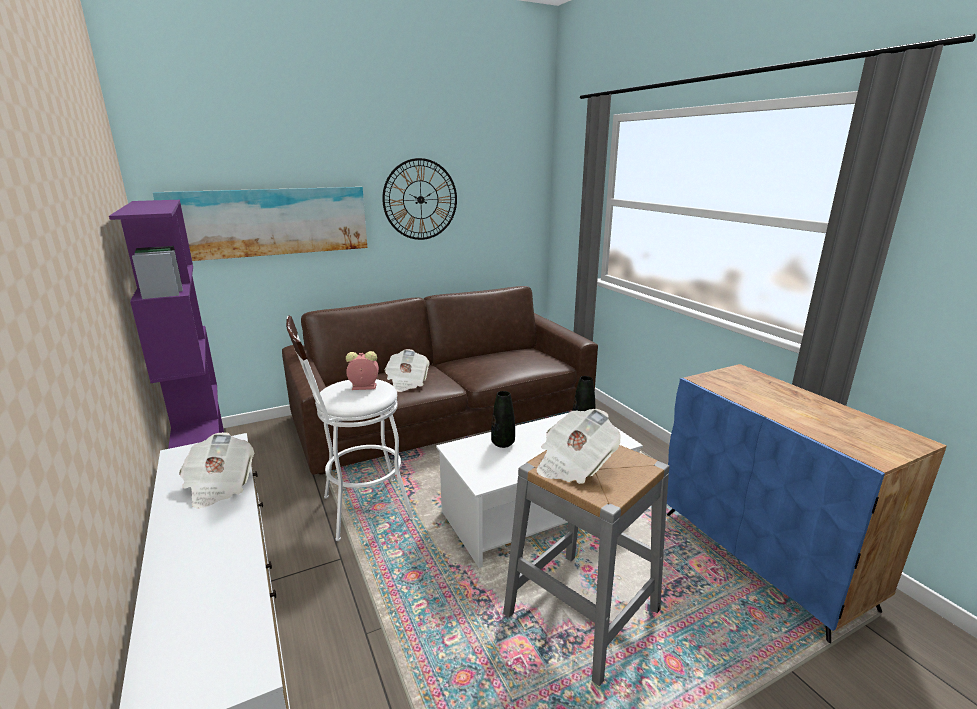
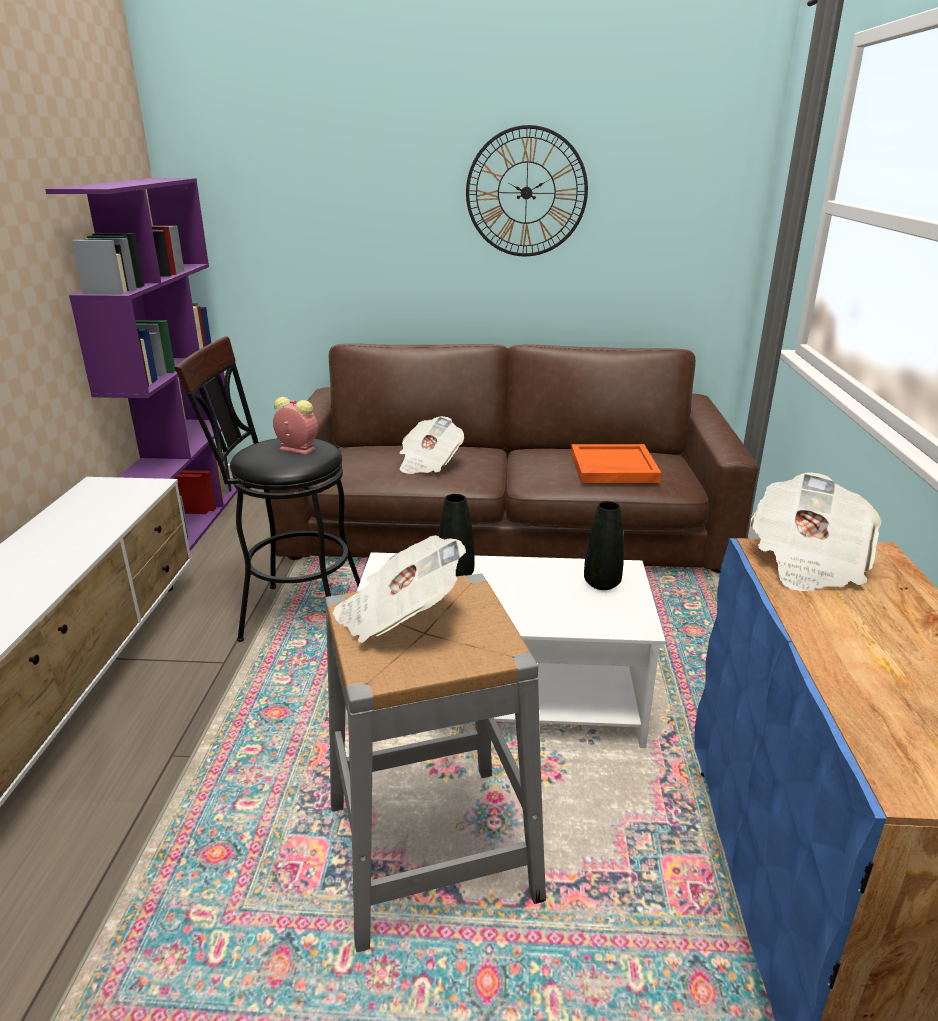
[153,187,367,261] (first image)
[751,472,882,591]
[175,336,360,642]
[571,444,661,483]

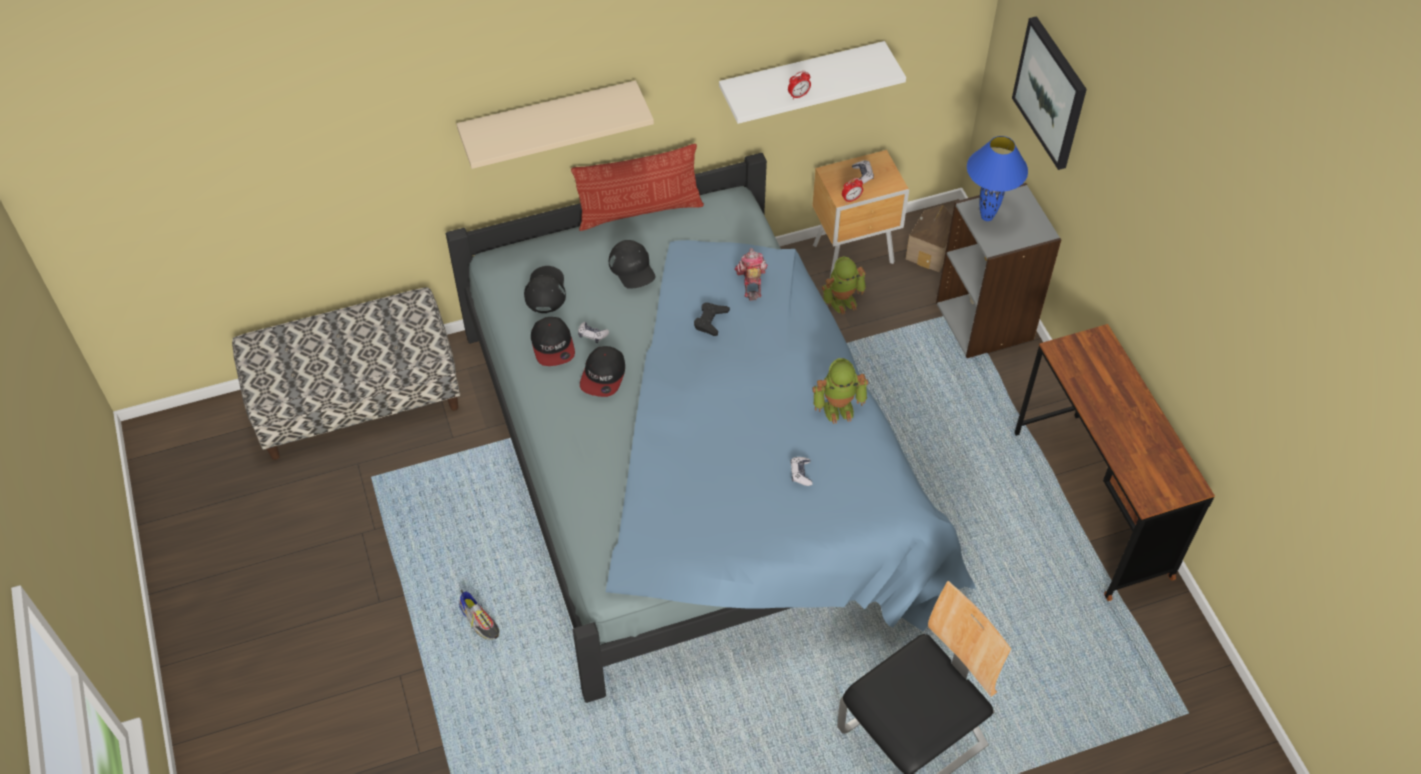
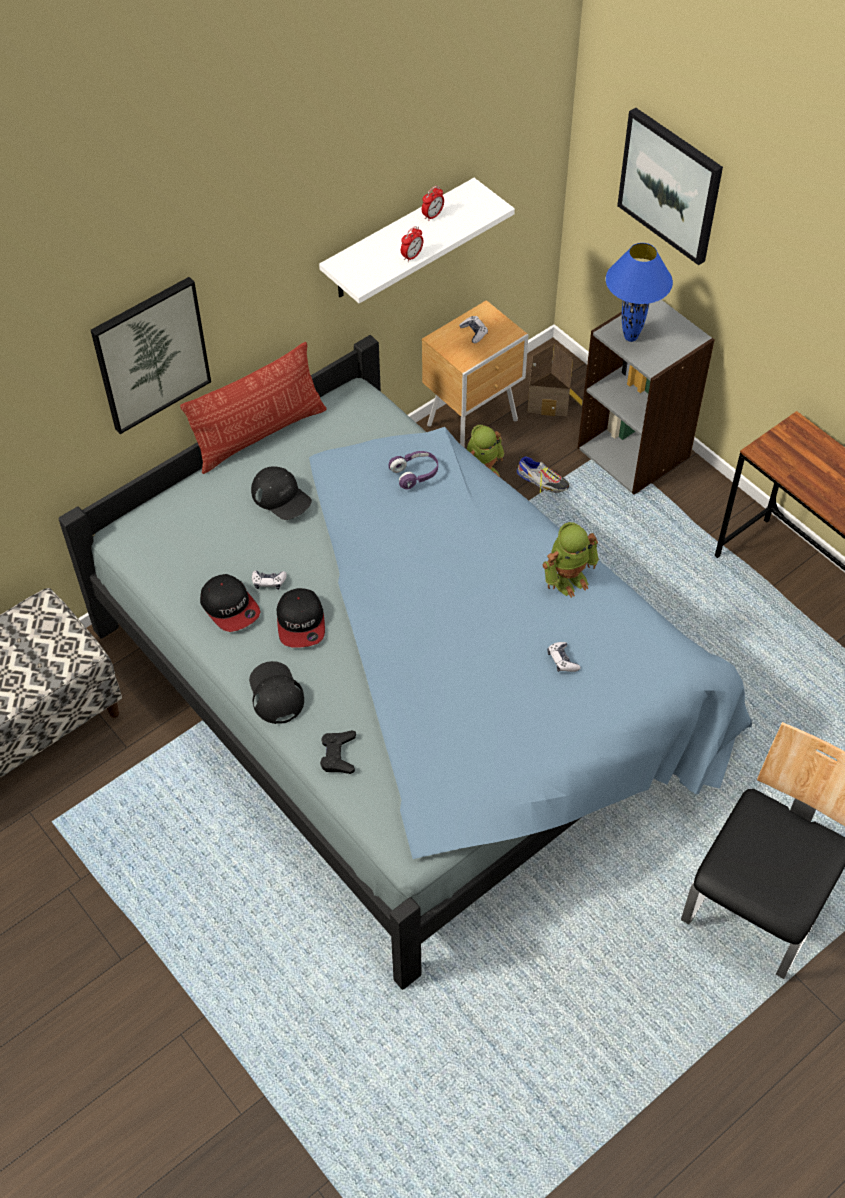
[91,277,211,434]
[517,456,569,493]
[249,661,304,724]
[320,730,356,774]
[389,451,438,489]
[422,186,444,221]

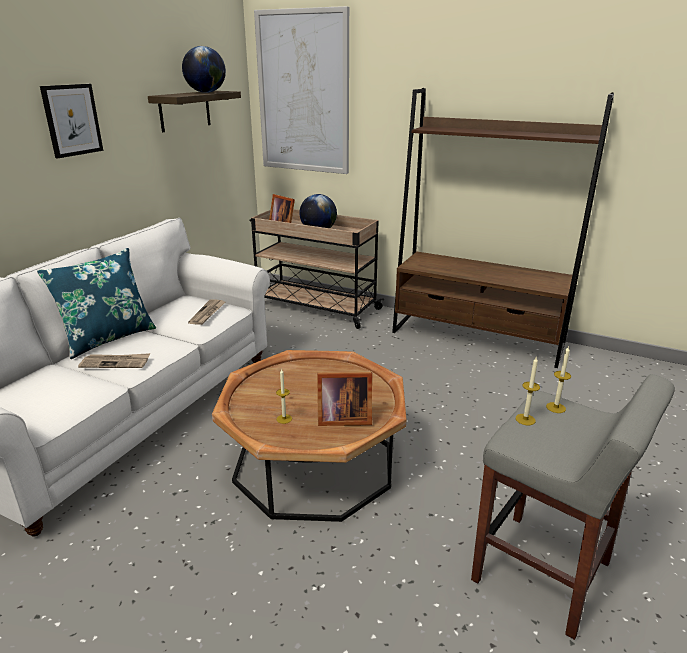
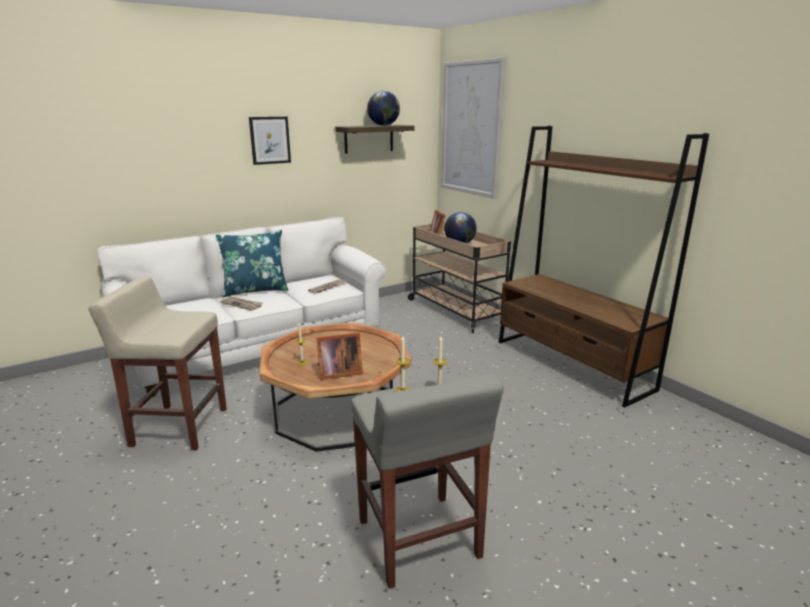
[316,332,363,380]
[88,277,227,450]

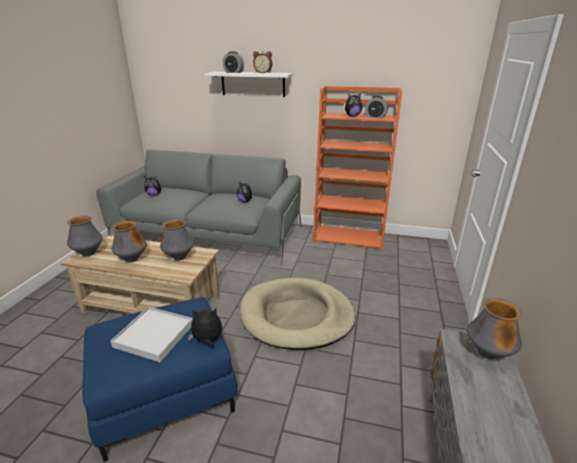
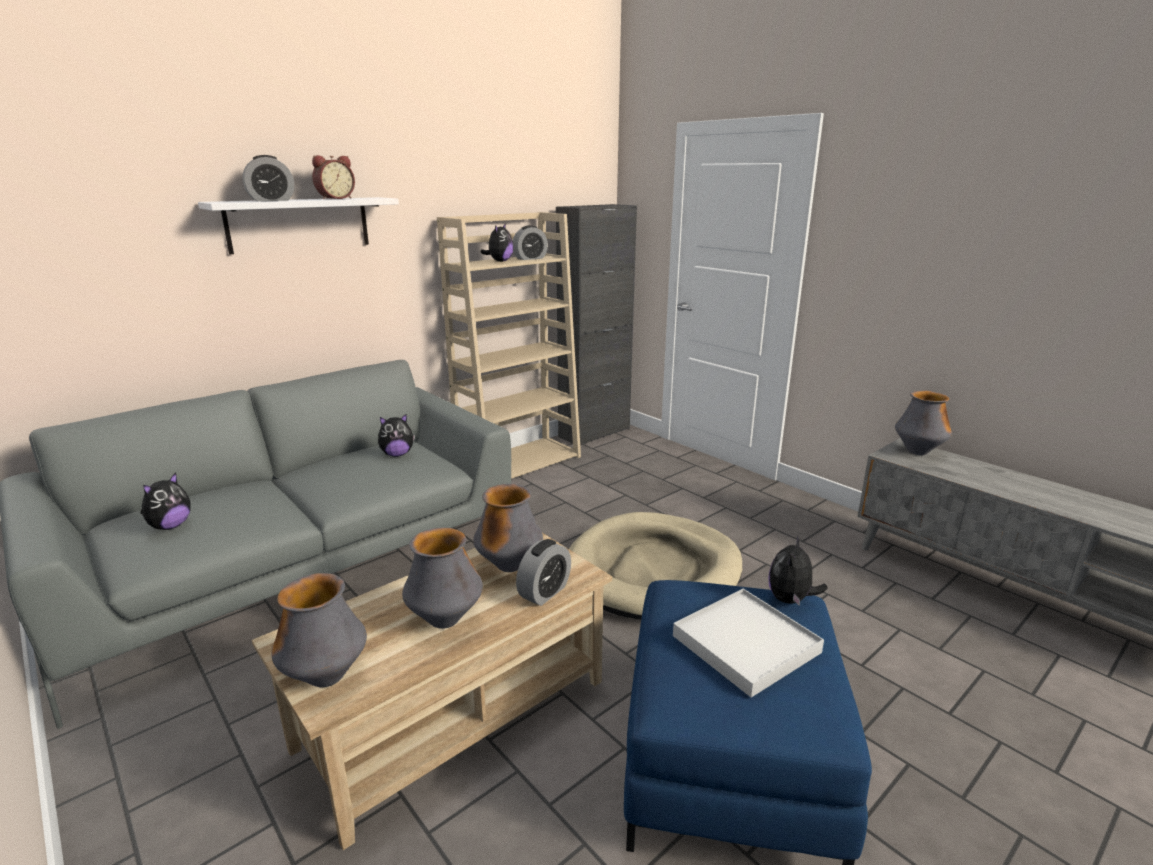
[437,212,581,479]
[516,539,571,606]
[556,204,637,445]

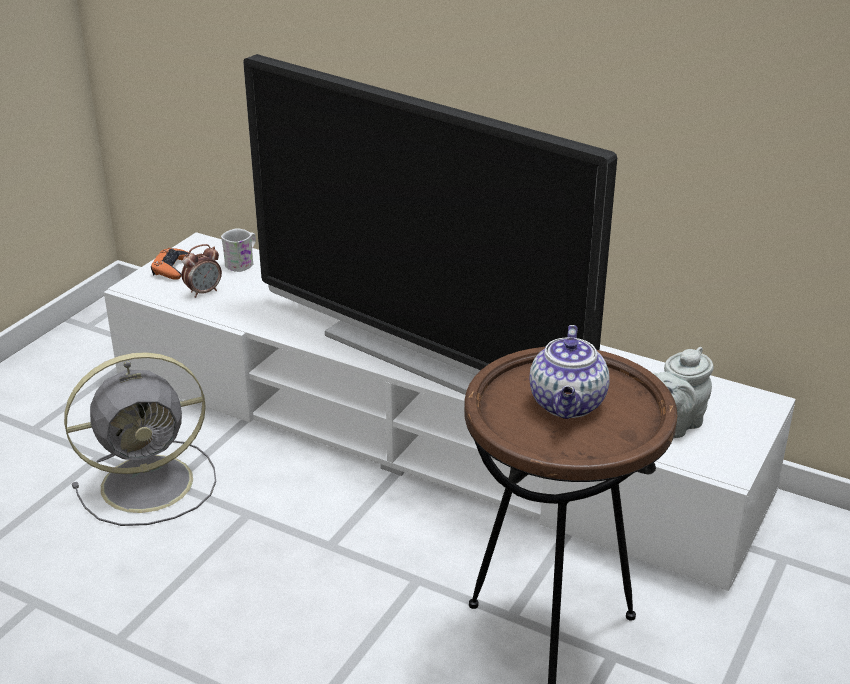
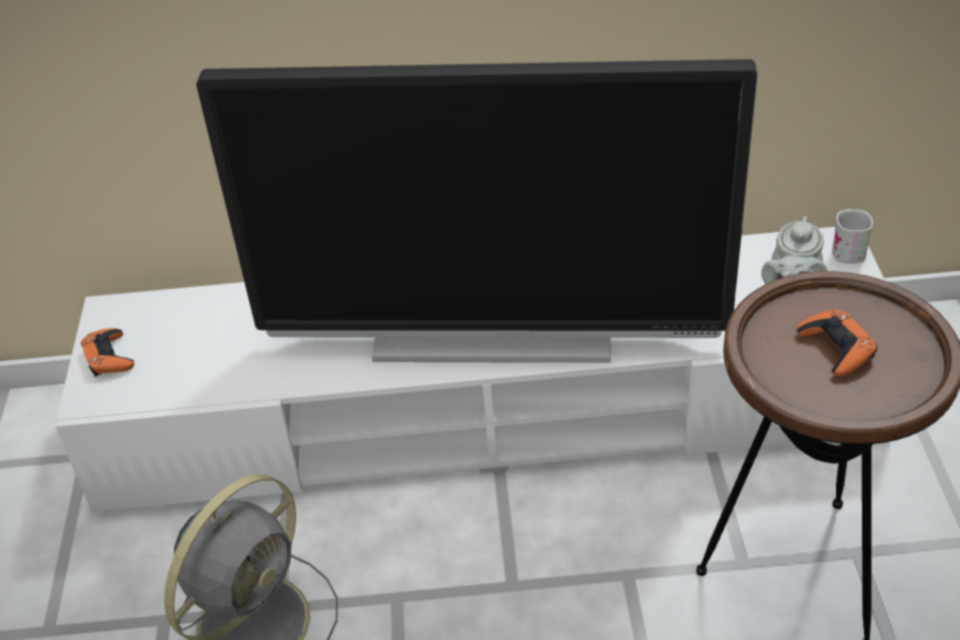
[182,244,222,298] (first image)
[832,209,873,264]
[797,310,877,377]

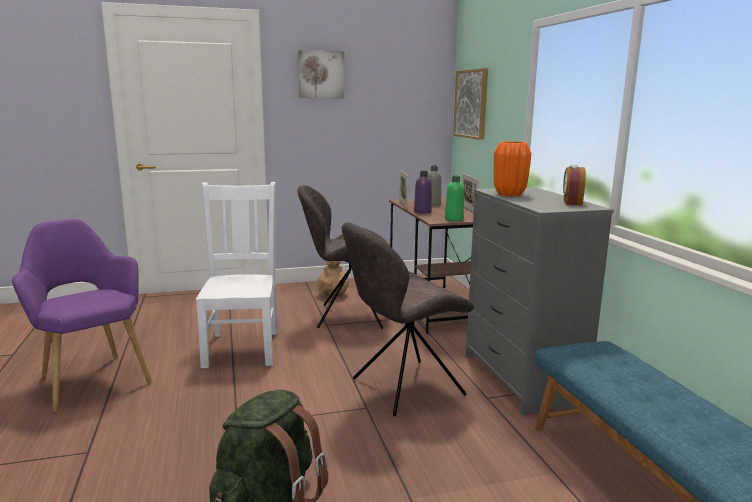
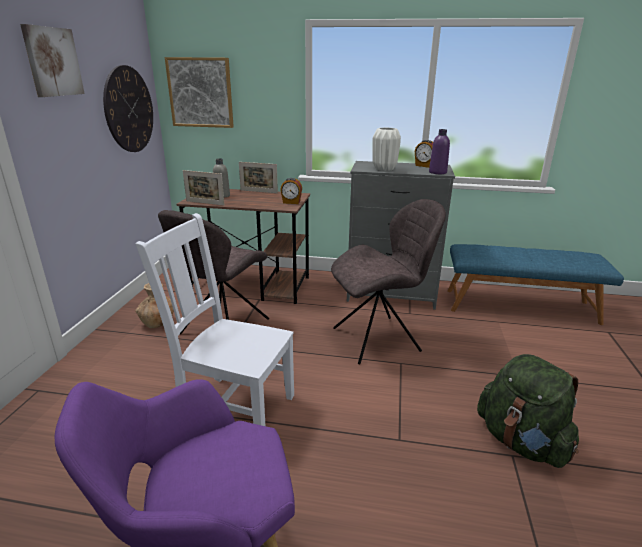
[331,199,446,365]
[429,129,450,174]
[280,178,302,204]
[372,128,401,171]
[103,65,153,152]

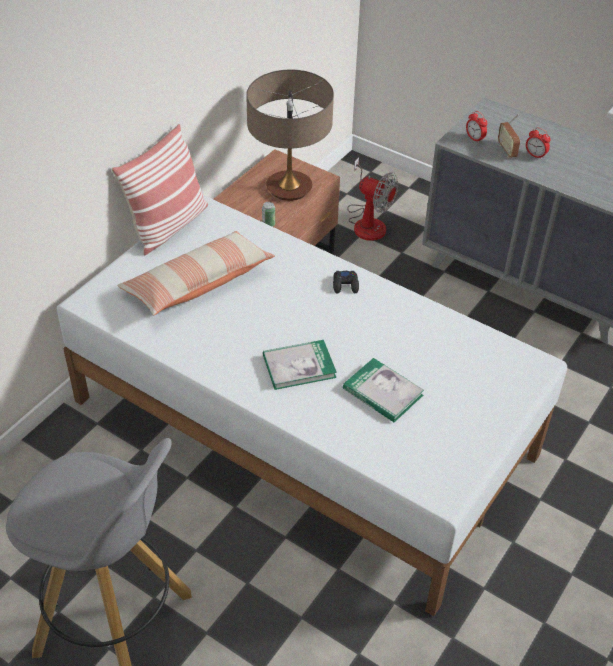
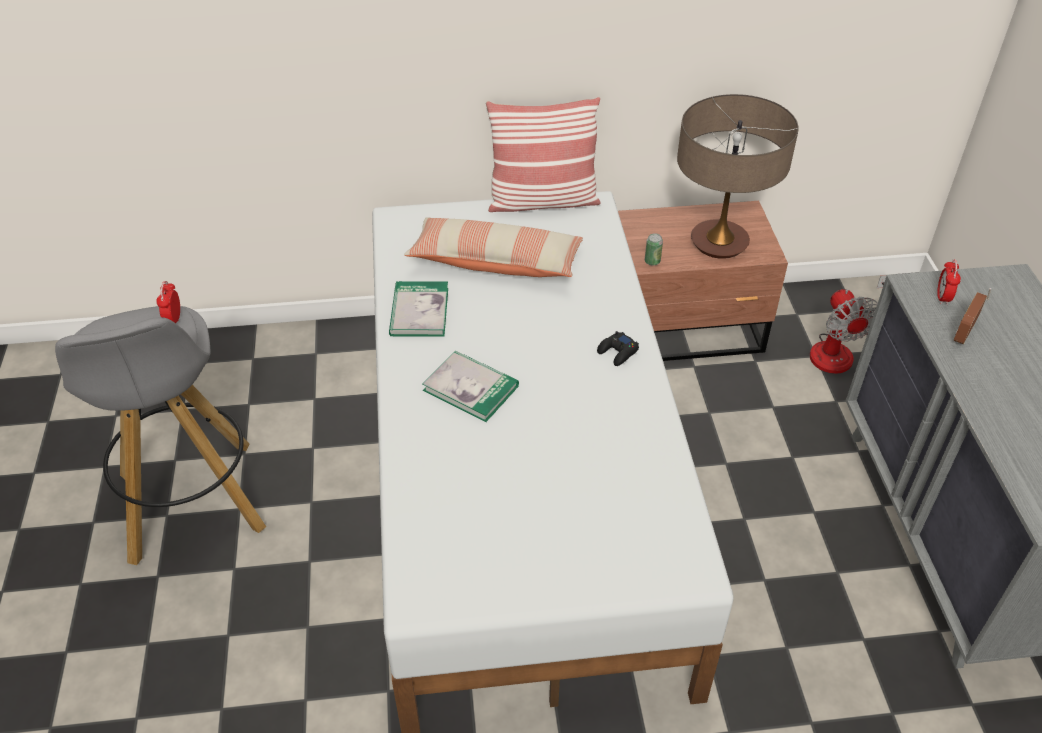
[389,281,448,337]
[156,281,180,323]

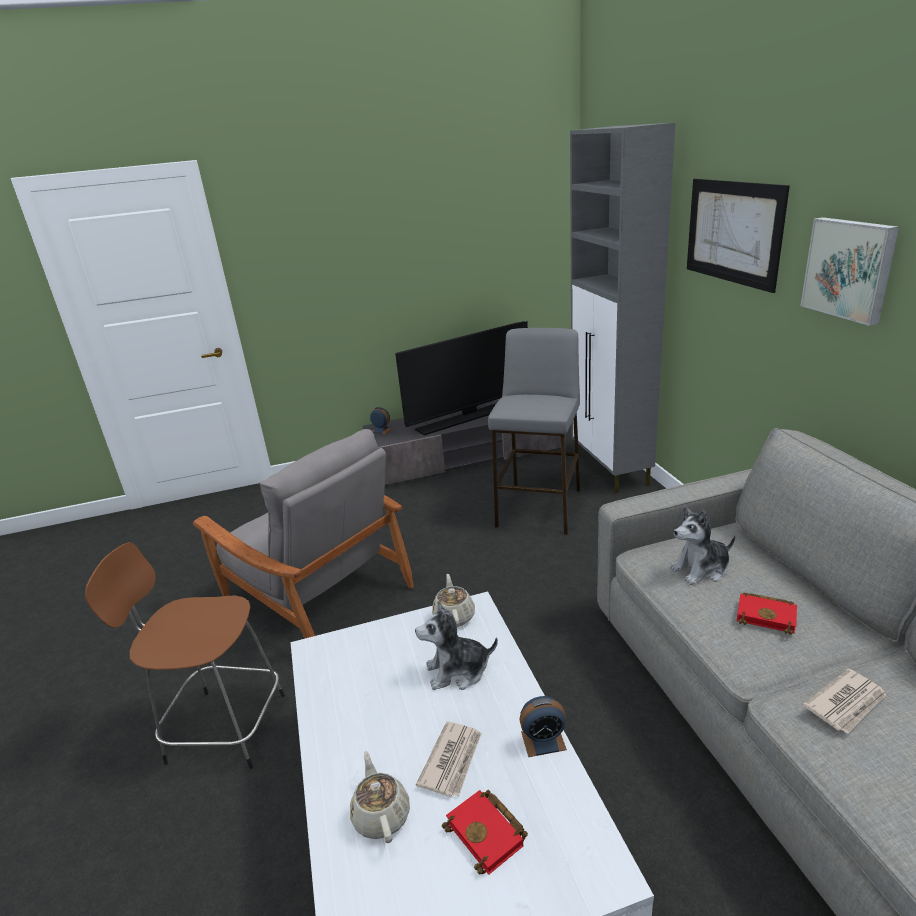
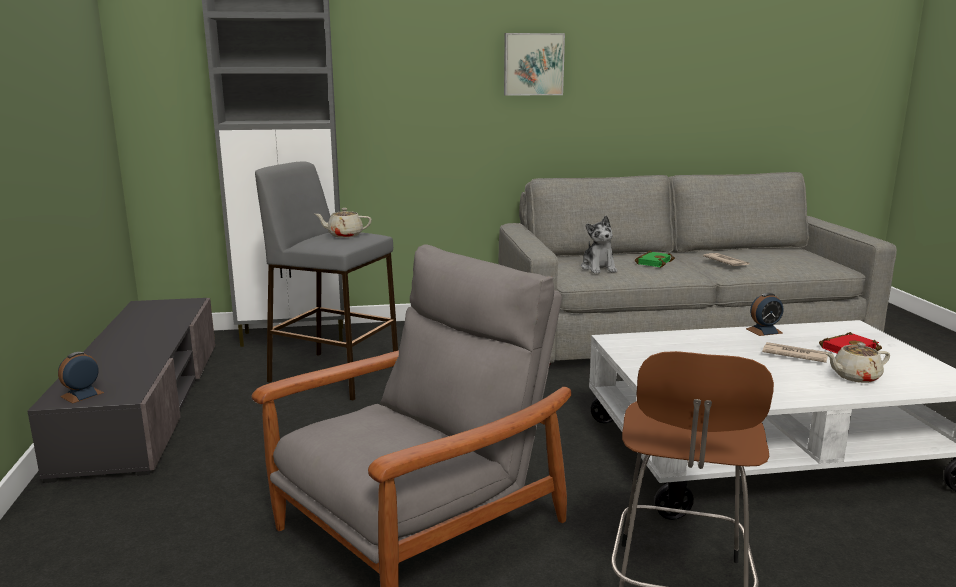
[395,321,528,436] (first image)
[415,601,498,690] (first image)
[315,208,372,238]
[746,293,783,336]
[687,179,790,293] (first image)
[635,250,675,268]

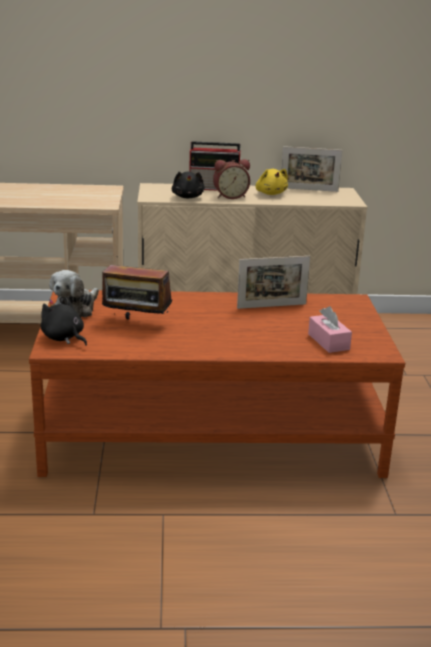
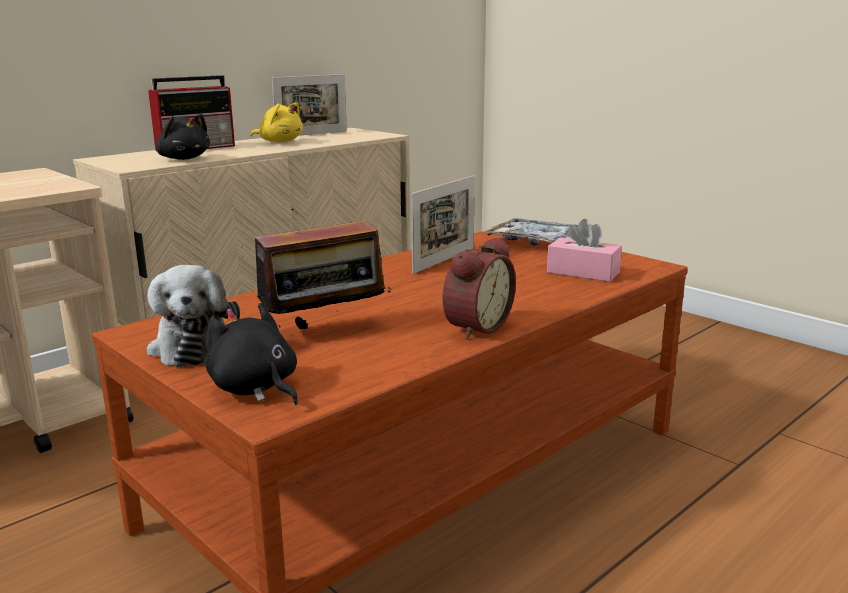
[205,303,298,405]
[443,237,516,339]
[481,218,578,246]

